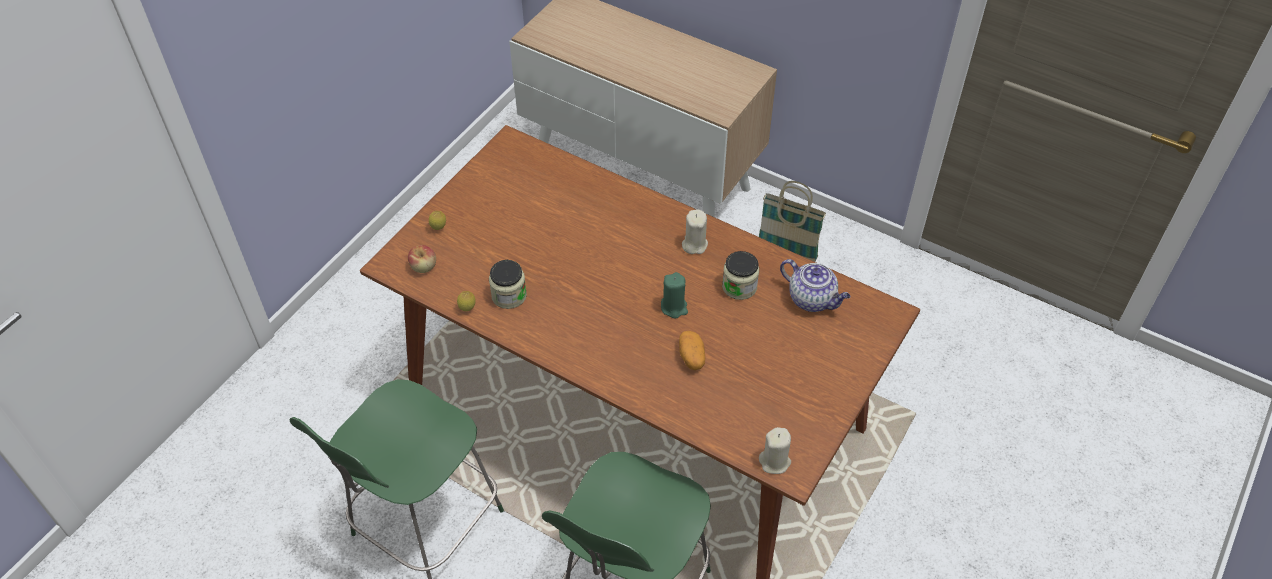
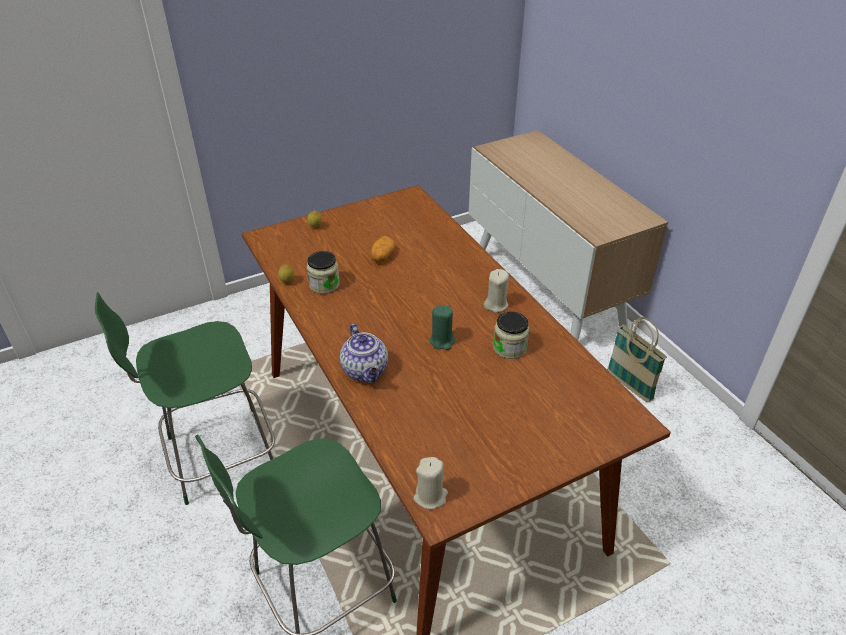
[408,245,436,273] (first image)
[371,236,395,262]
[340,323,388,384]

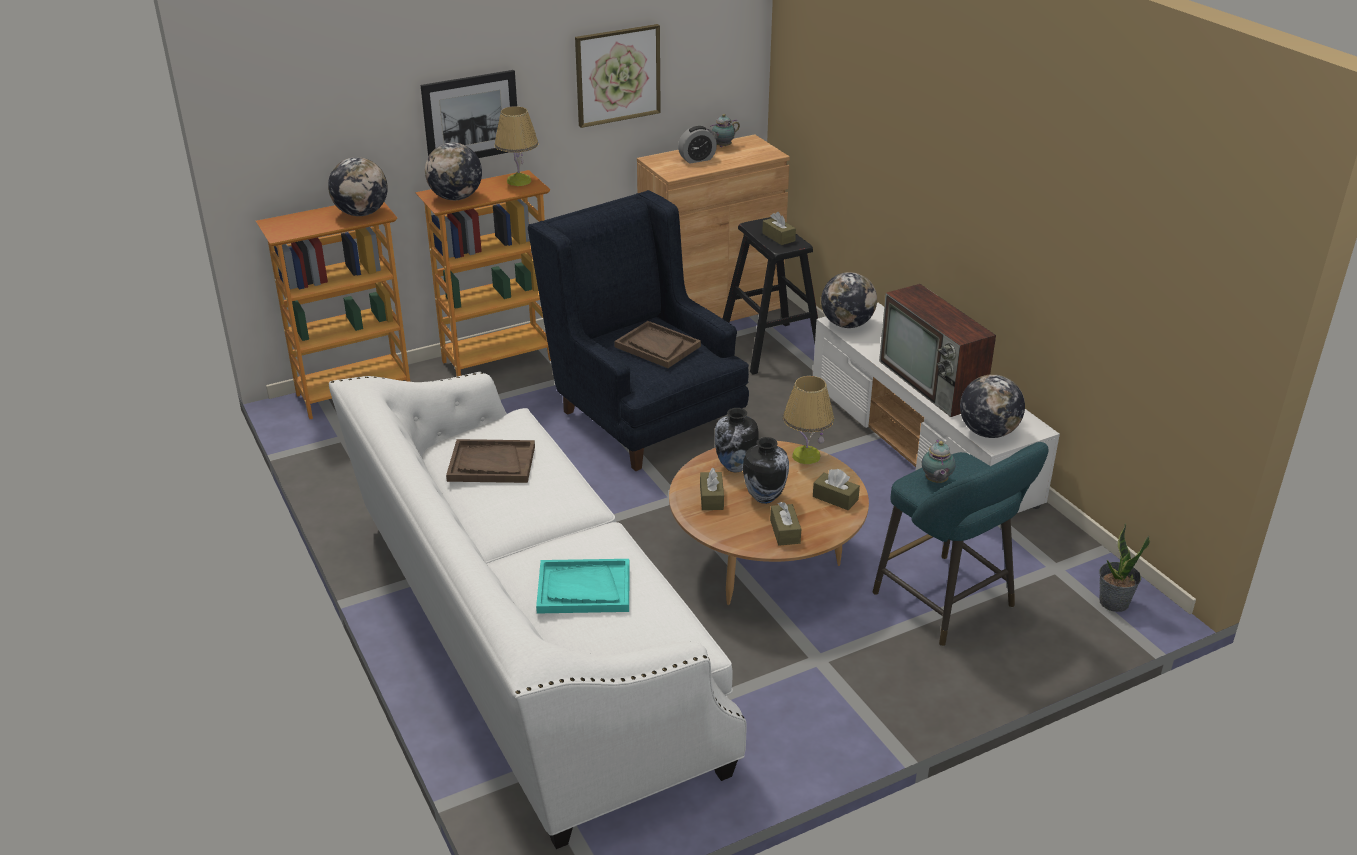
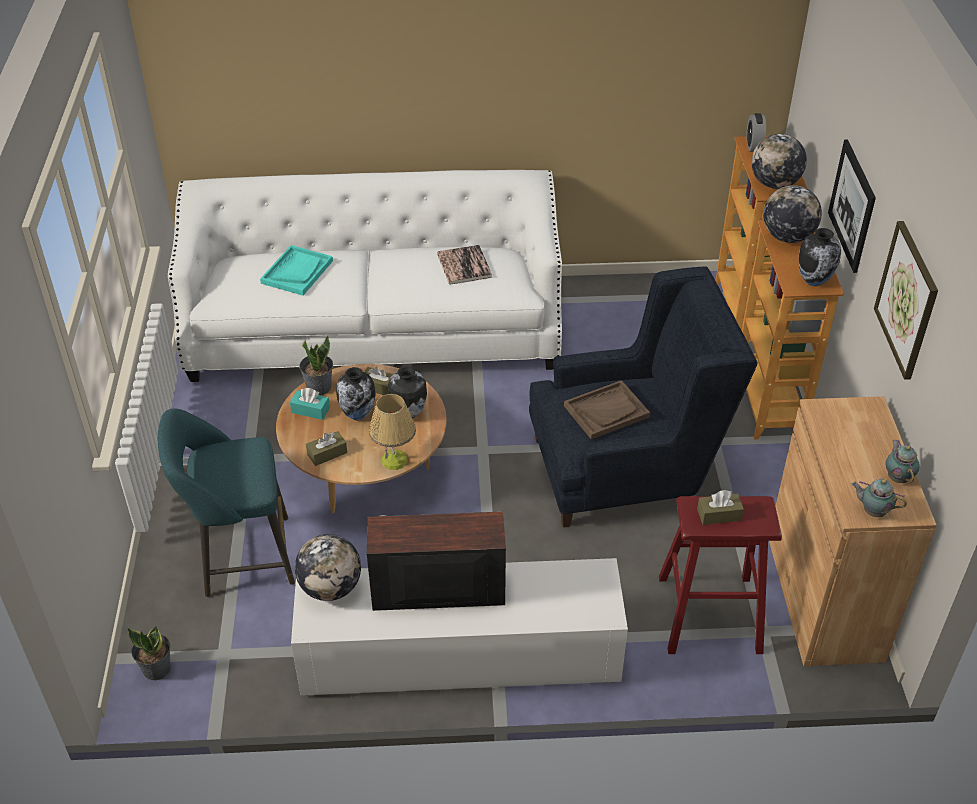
[437,245,492,285]
[799,228,841,286]
[746,113,766,152]
[659,496,782,654]
[290,388,330,420]
[821,272,877,328] (first image)
[851,479,907,517]
[299,335,333,395]

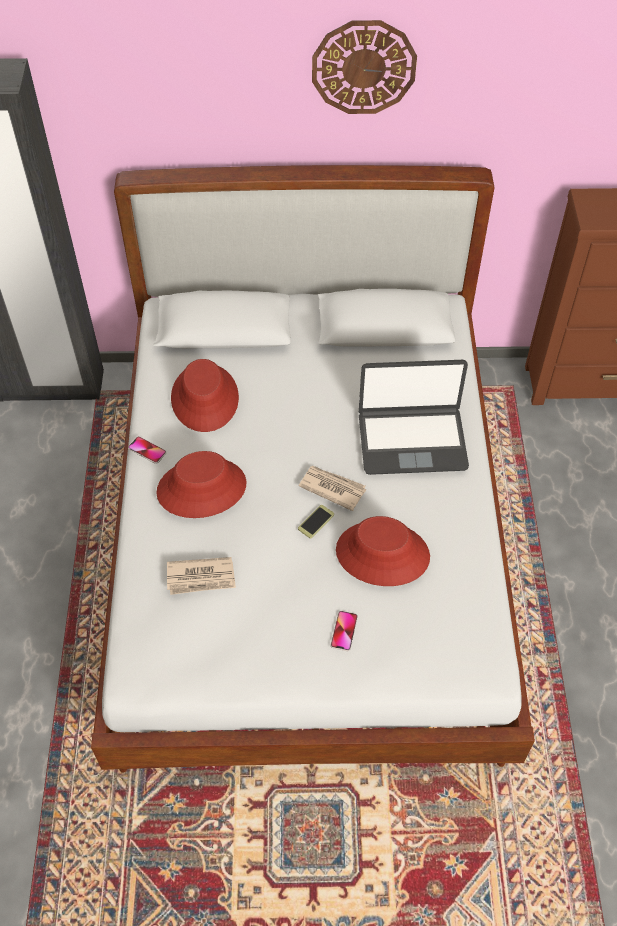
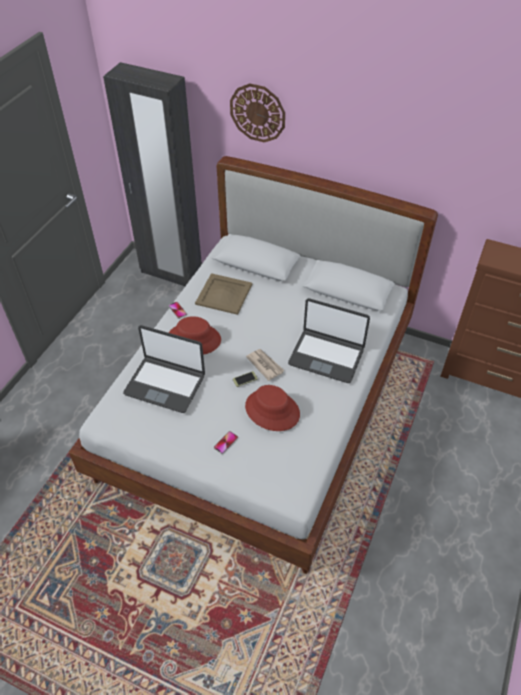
[123,325,205,413]
[195,273,252,315]
[230,83,285,142]

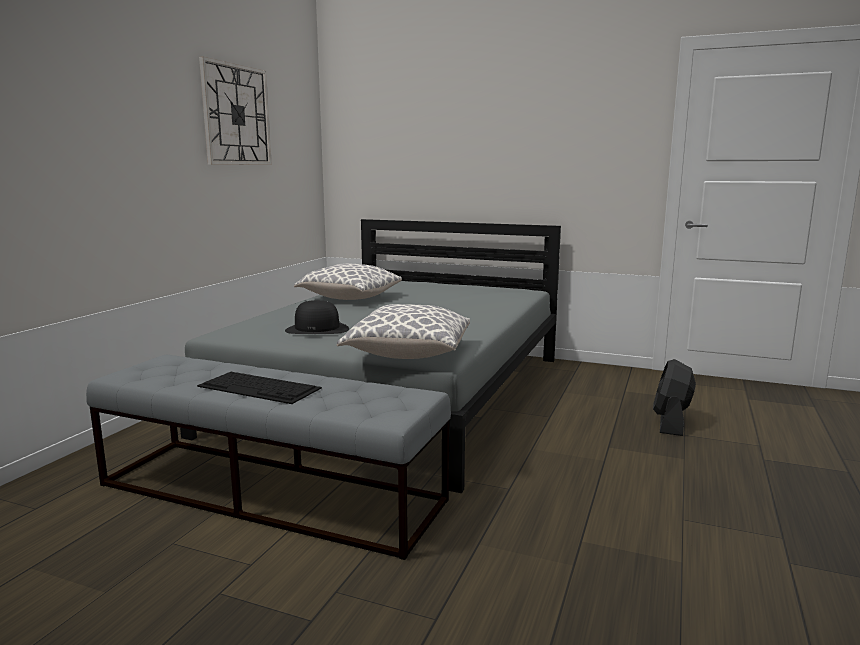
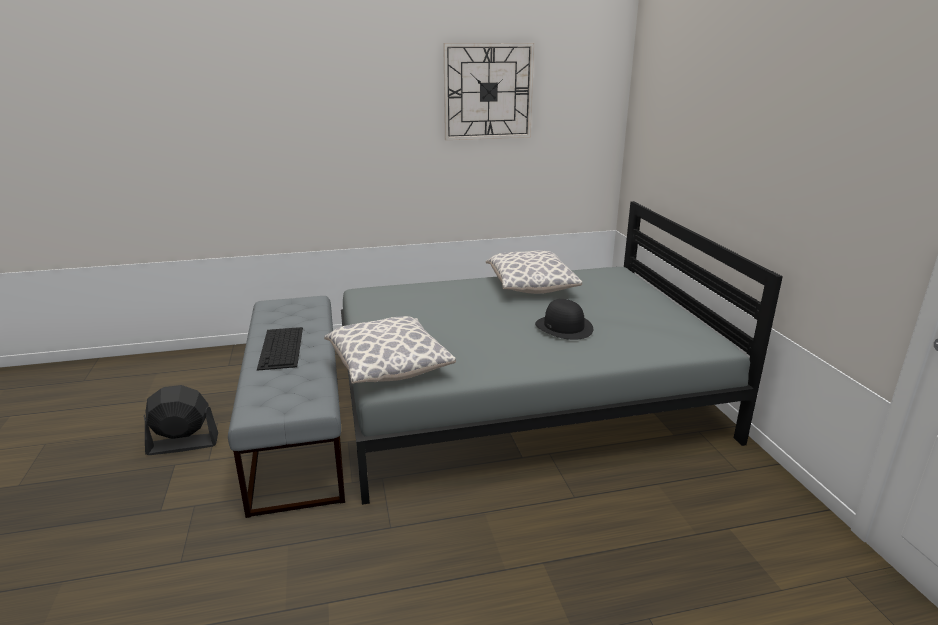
[535,299,593,340]
[144,385,218,455]

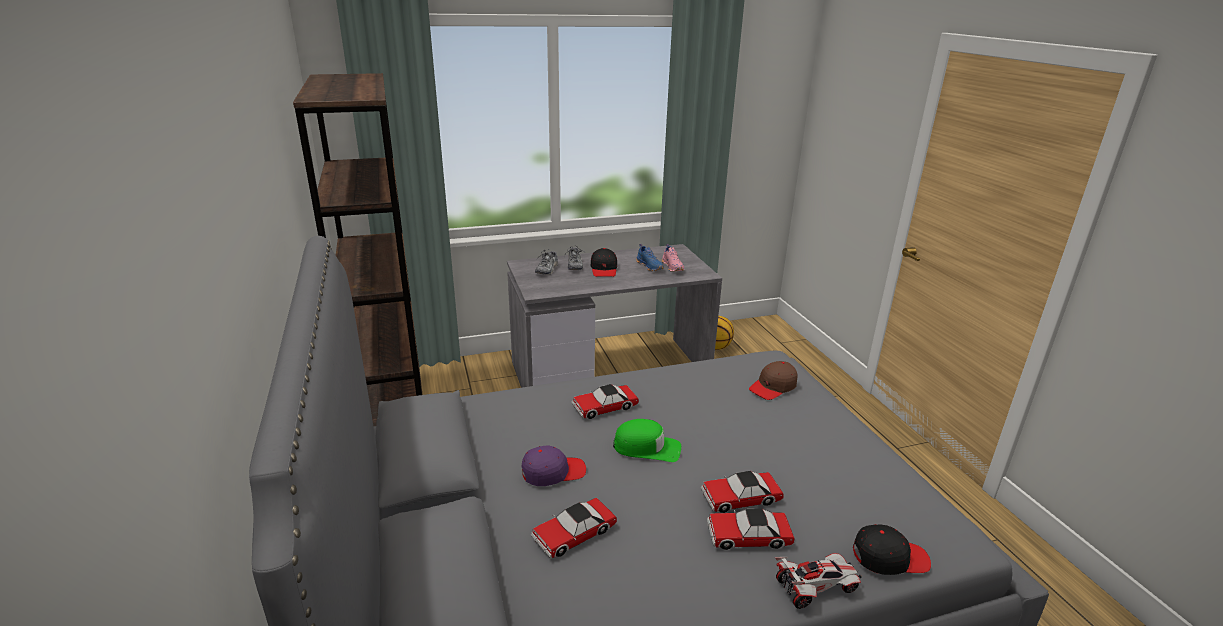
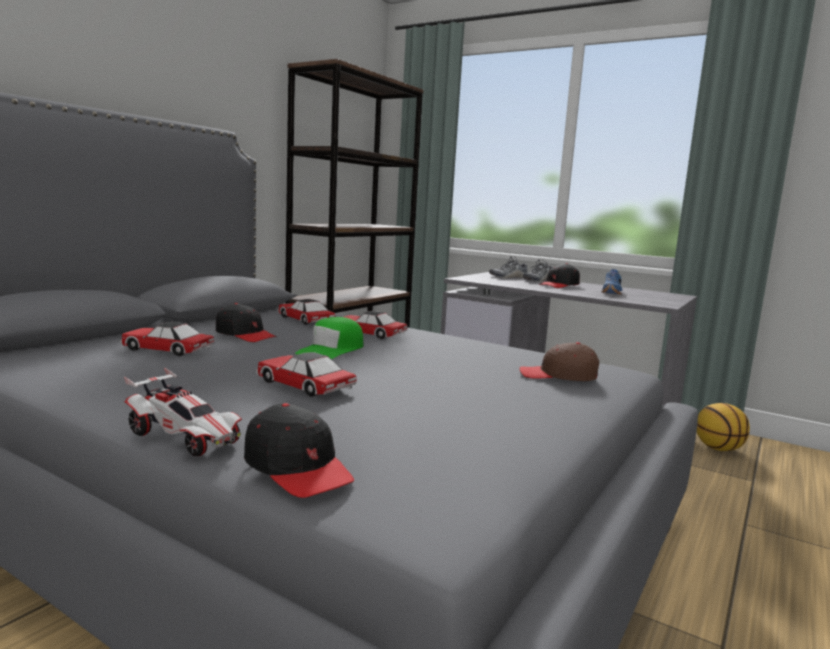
[216,303,276,342]
[295,317,363,359]
[662,244,684,272] (first image)
[278,299,335,325]

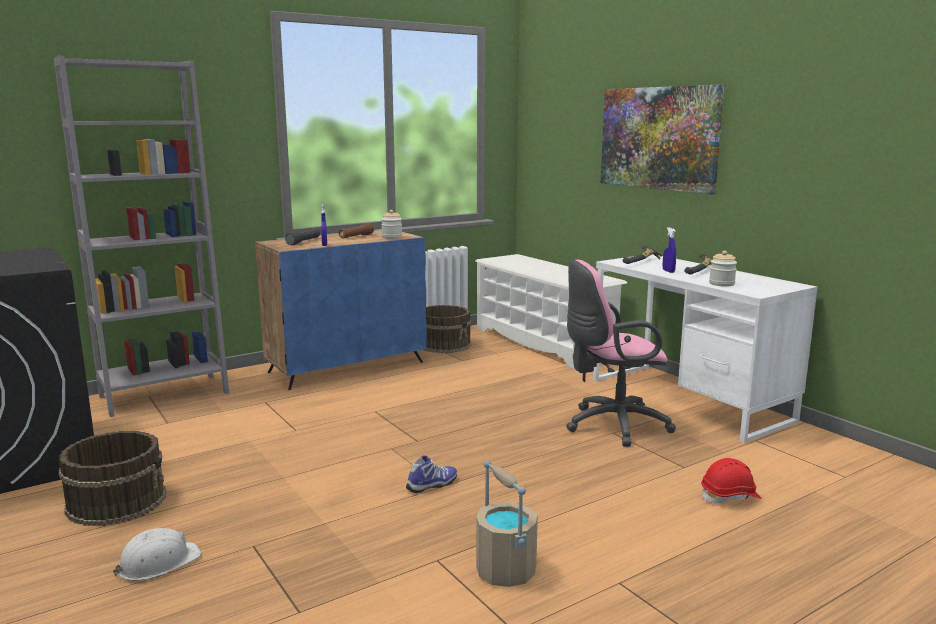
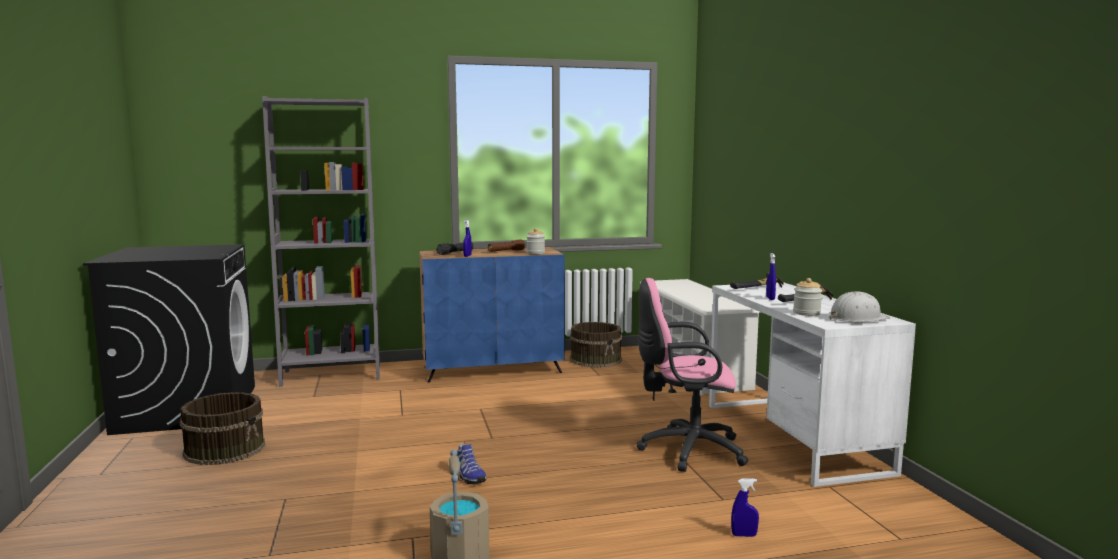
[829,291,890,322]
[457,444,486,484]
[601,85,725,195] (first image)
[731,478,759,537]

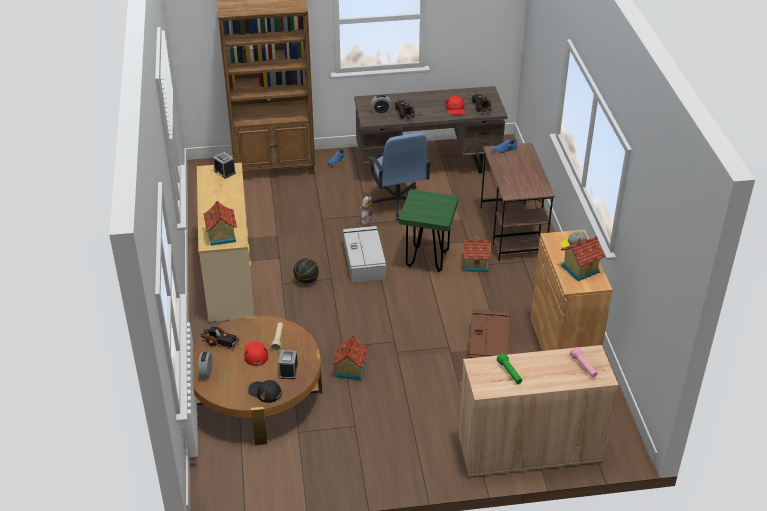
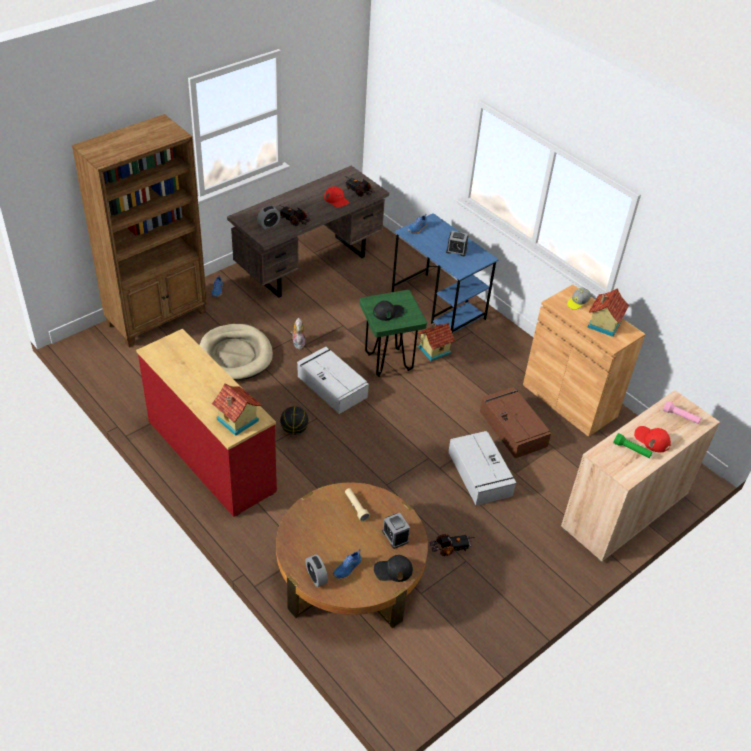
[136,329,277,517]
[430,534,475,556]
[446,231,468,256]
[634,426,671,452]
[333,335,368,381] (first image)
[368,133,431,220] (first image)
[392,213,499,334]
[200,324,273,380]
[333,549,362,579]
[373,301,405,321]
[448,431,517,505]

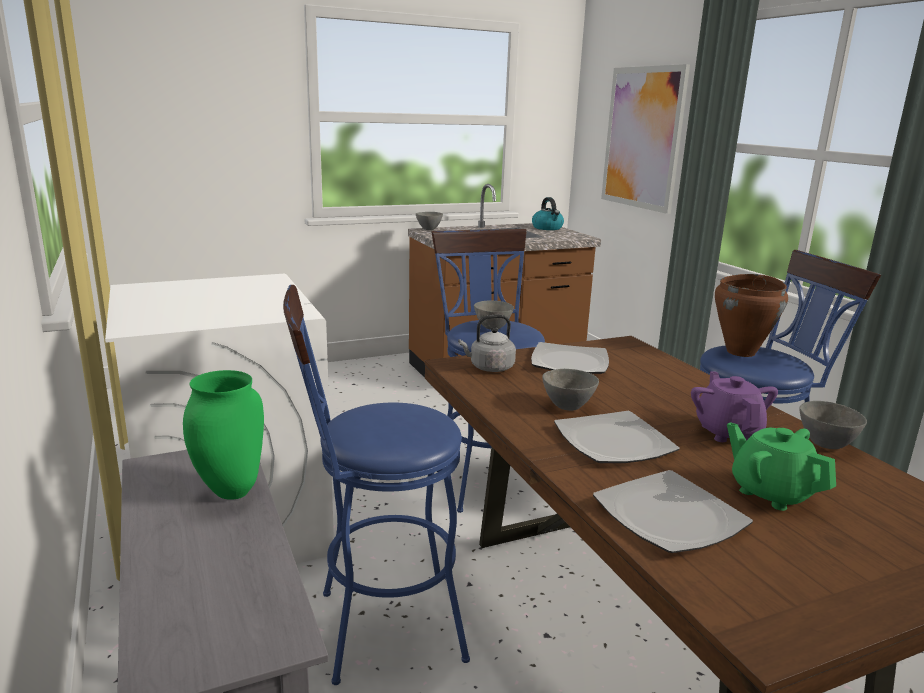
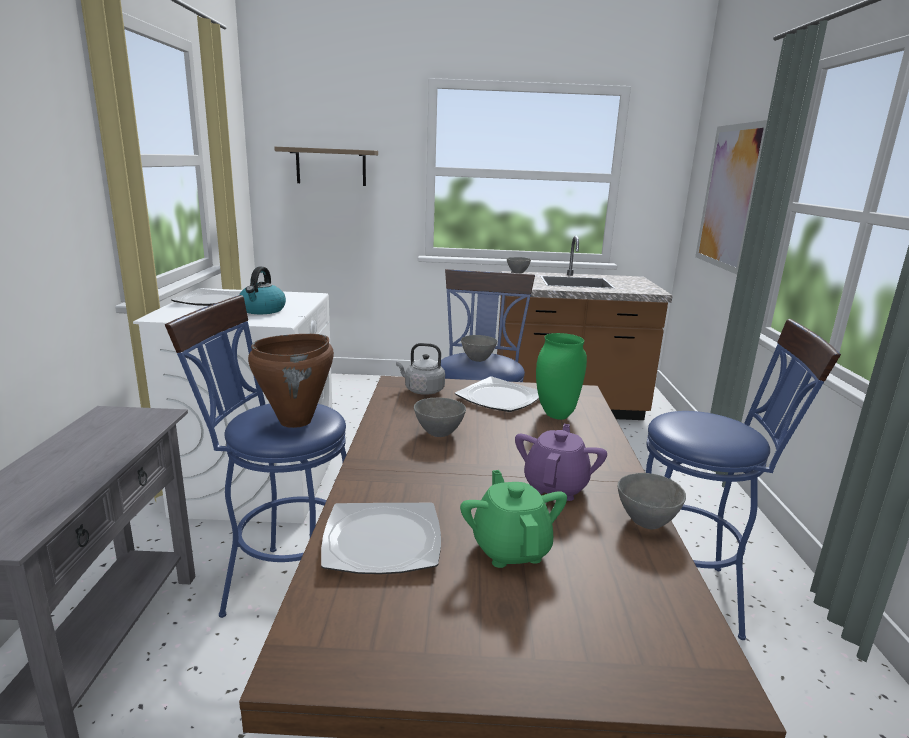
[536,333,587,420]
[239,266,286,314]
[171,288,241,306]
[248,334,334,428]
[274,147,378,186]

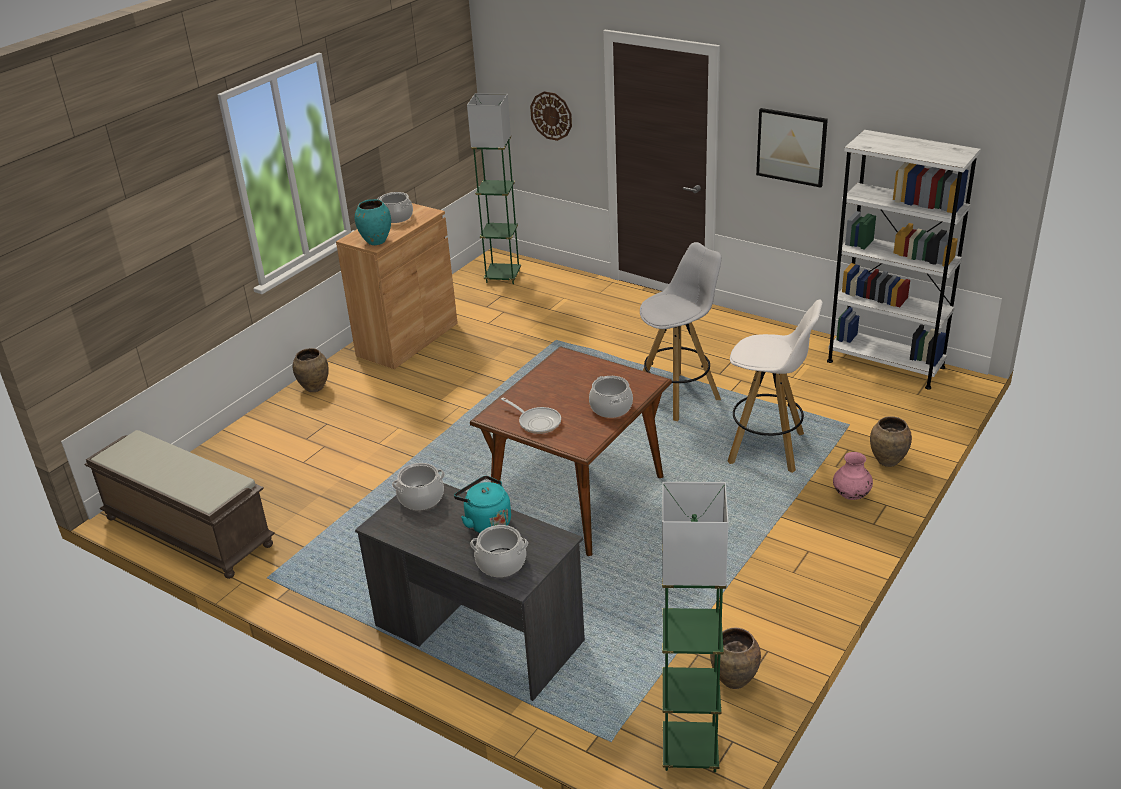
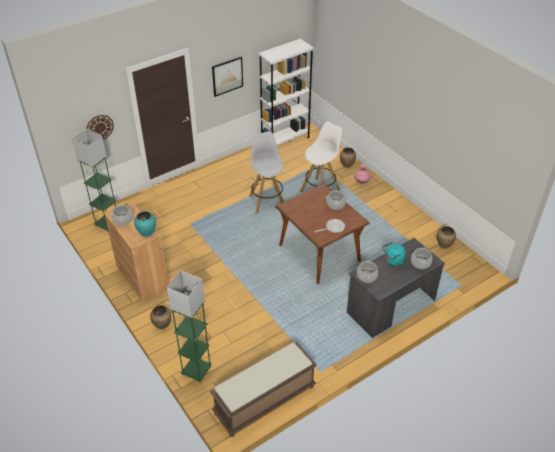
[166,270,212,383]

